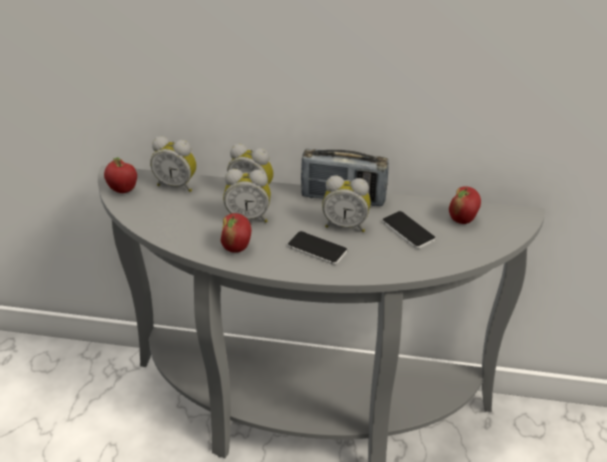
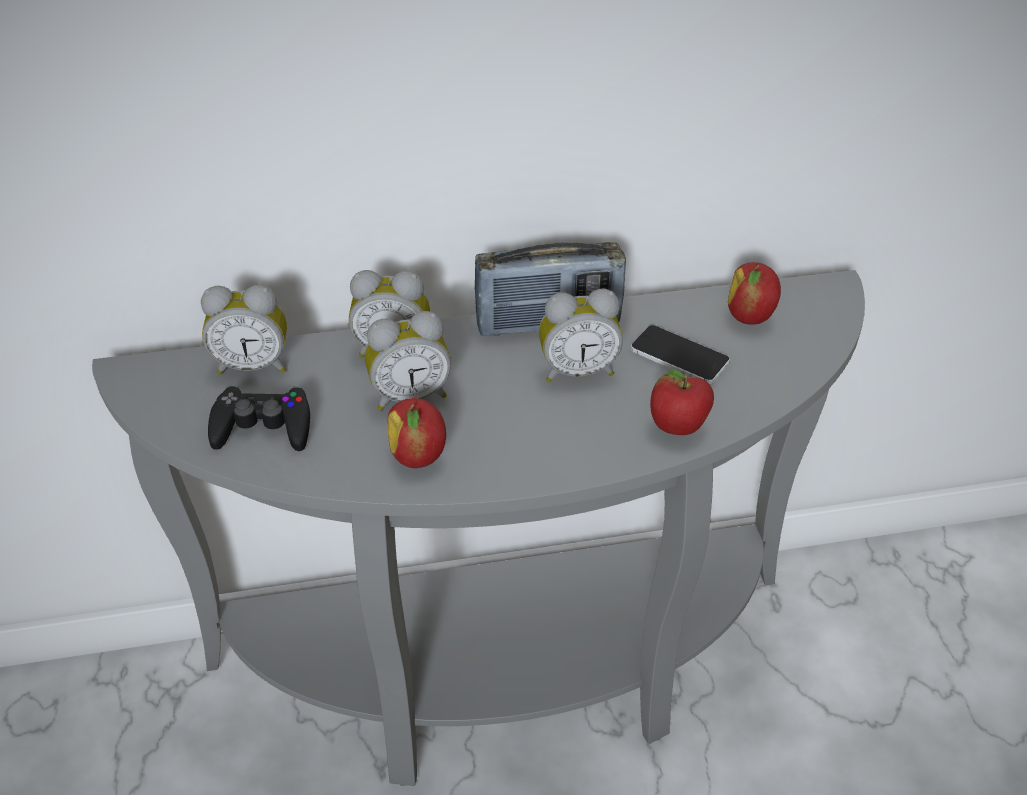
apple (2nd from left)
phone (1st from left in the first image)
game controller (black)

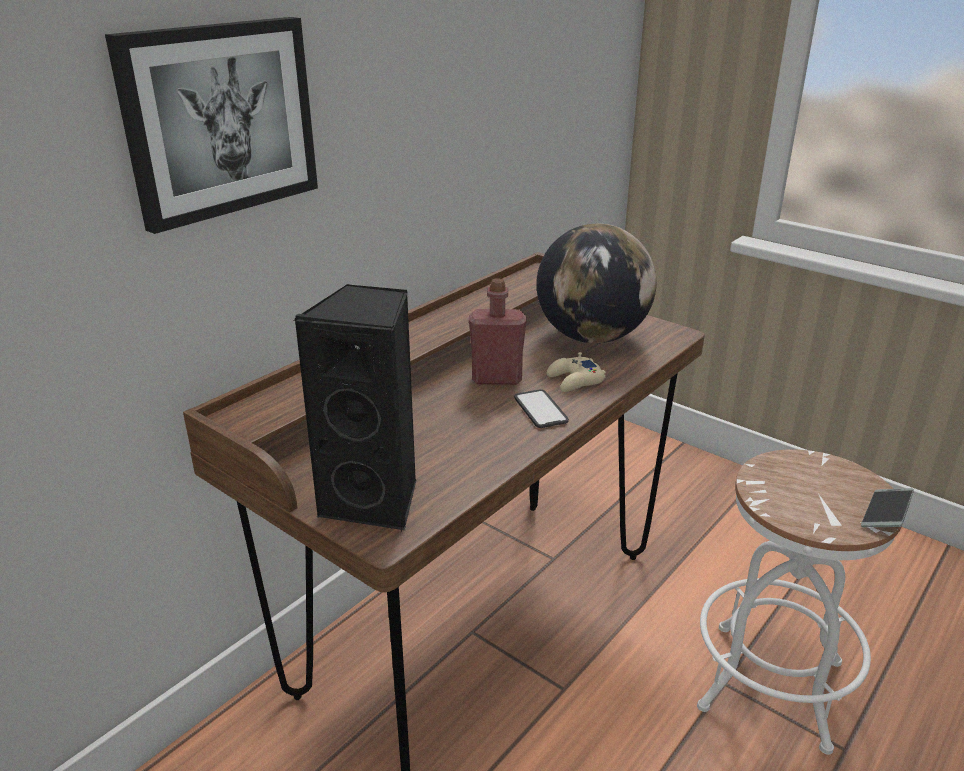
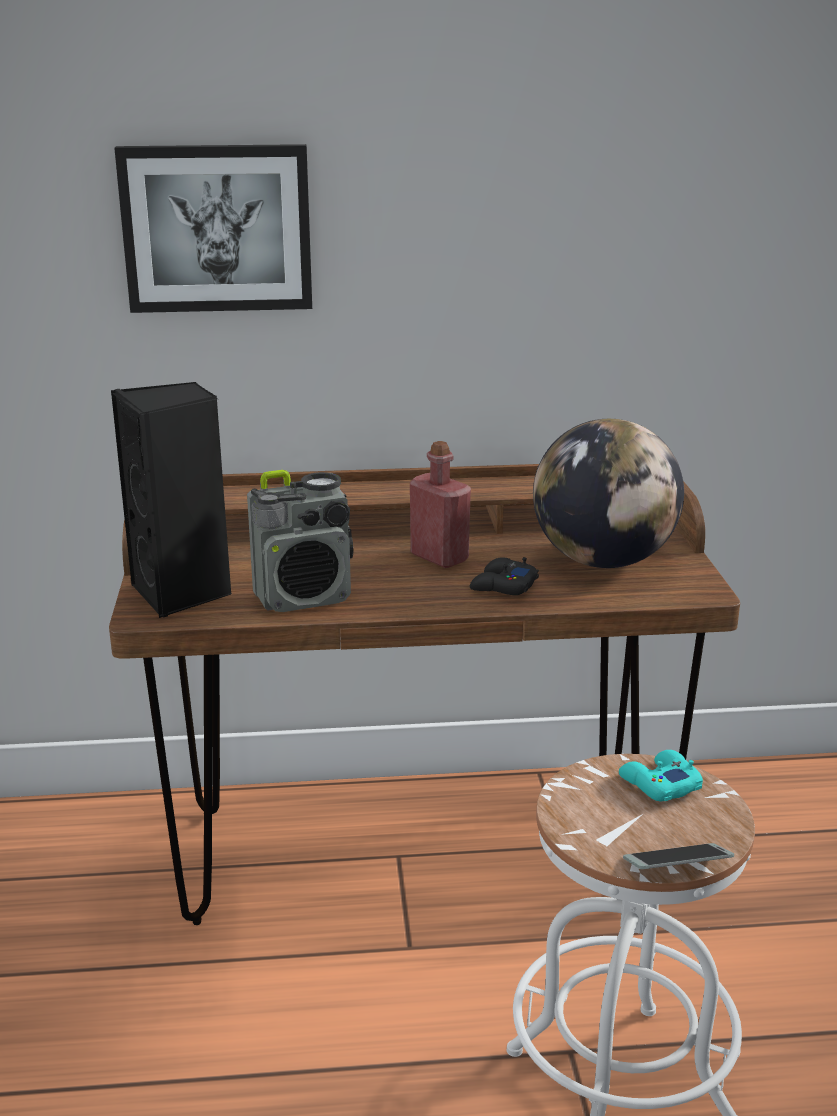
phone (1st from left in the first image)
game controller (black)
radio
game controller (turquoise)

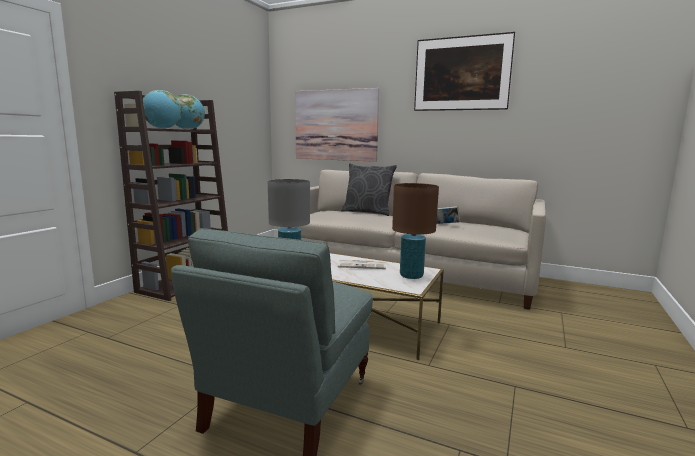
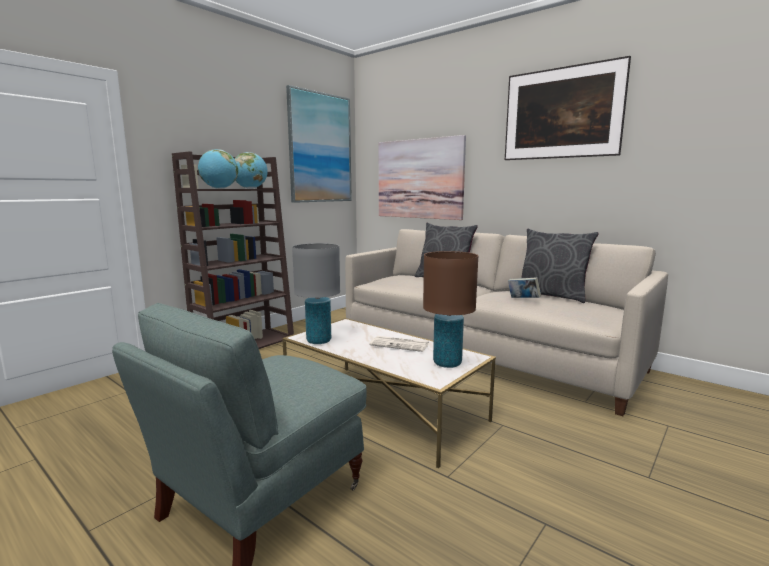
picture (1st from left)
pillow (grey) (2nd from left)

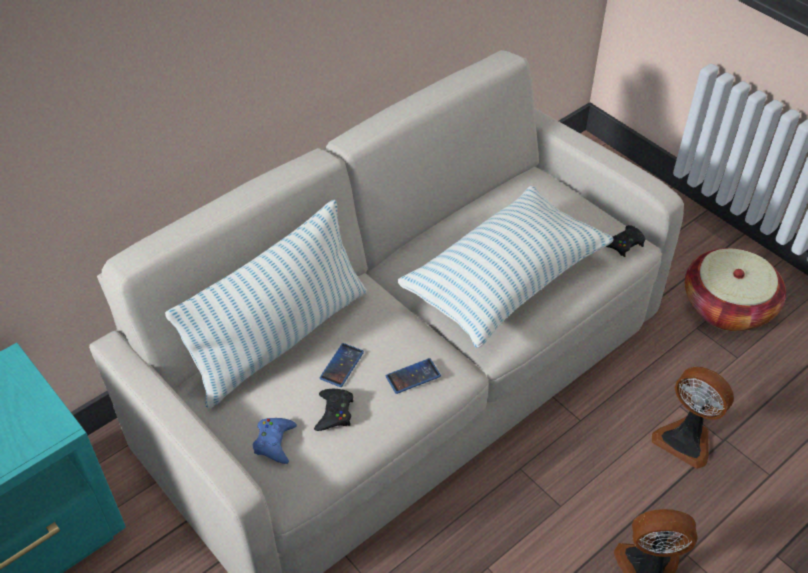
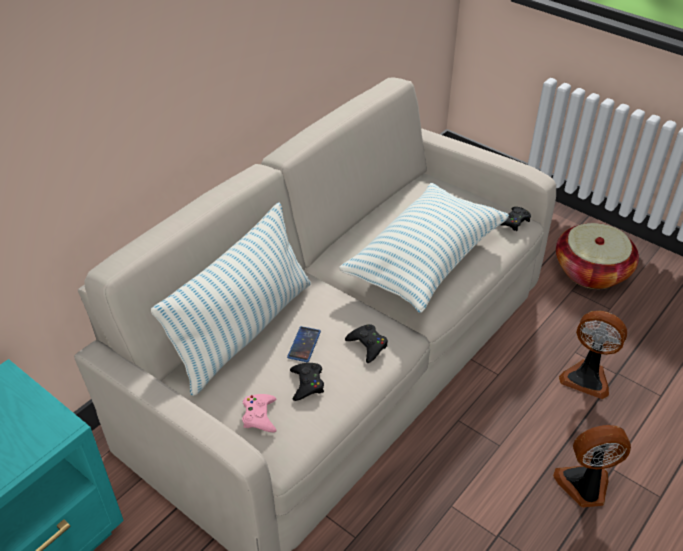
game controller (pink)
game controller (black) (2nd from left)

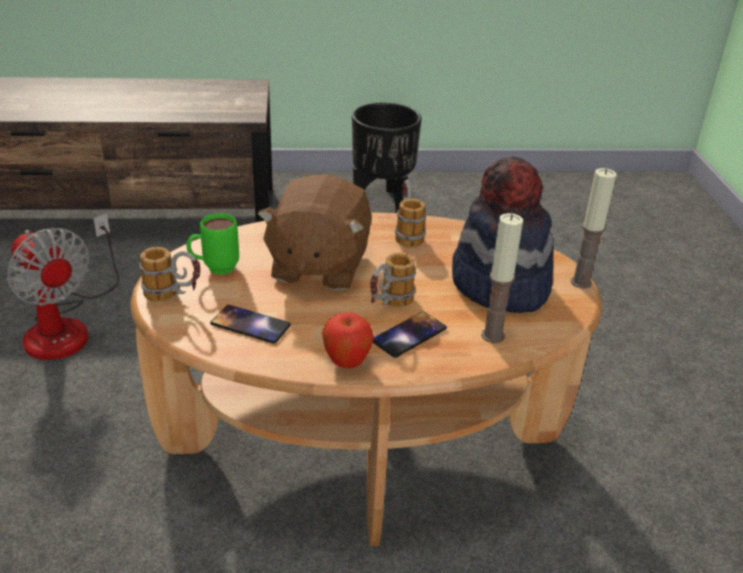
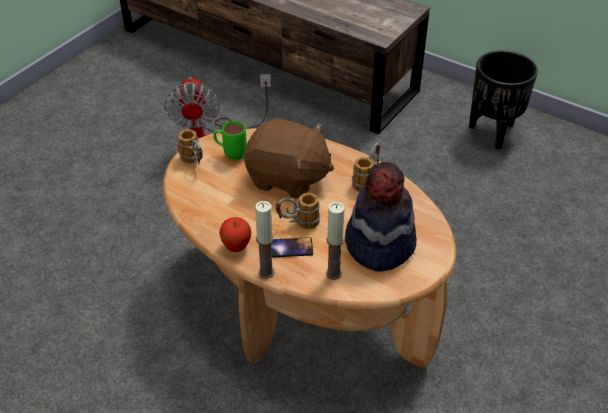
phone (1st from left in the first image)
plush toy (brown)
candle (1st from left)

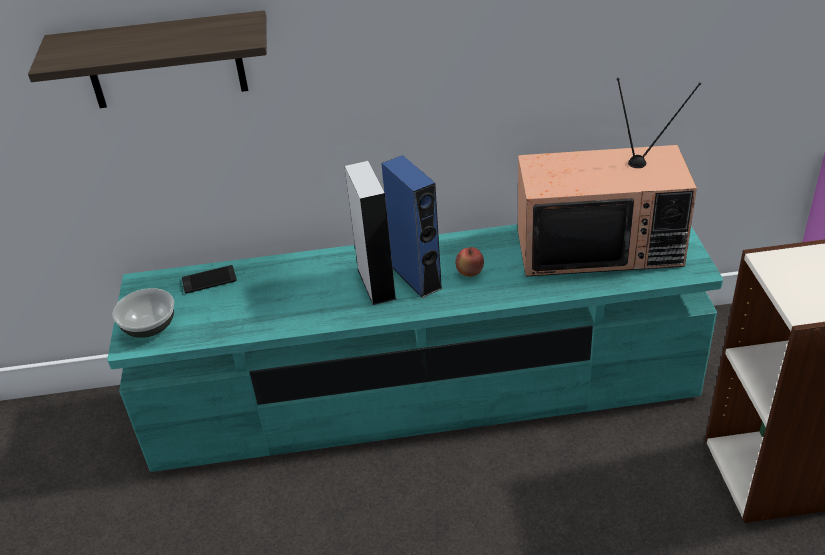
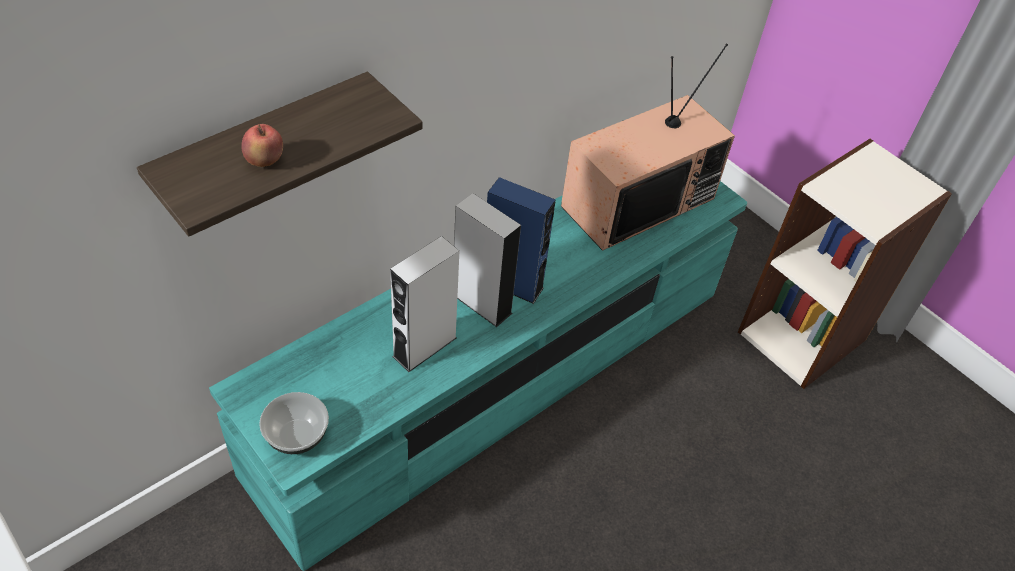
phone
apple
speaker (grey) (1st from left)

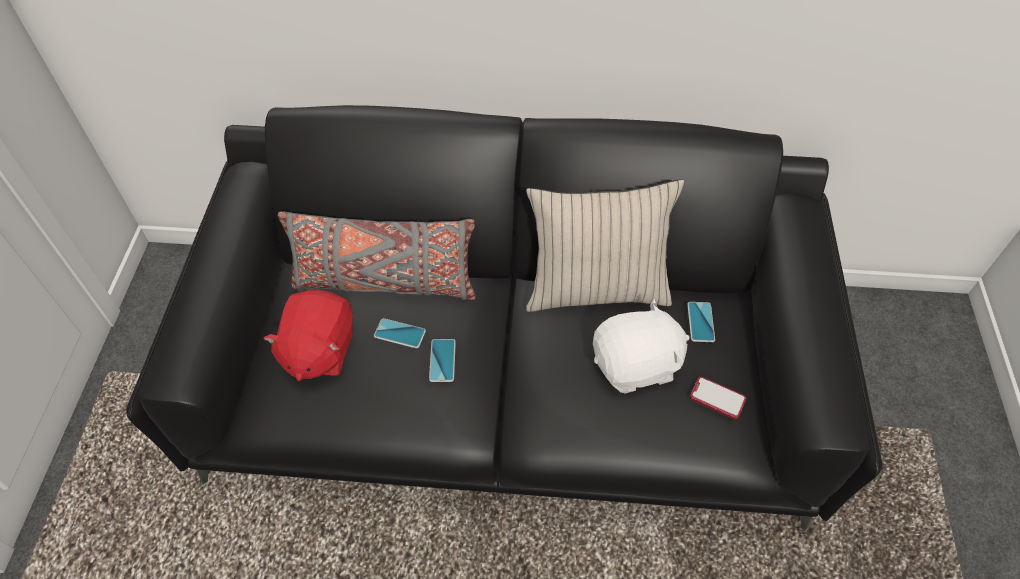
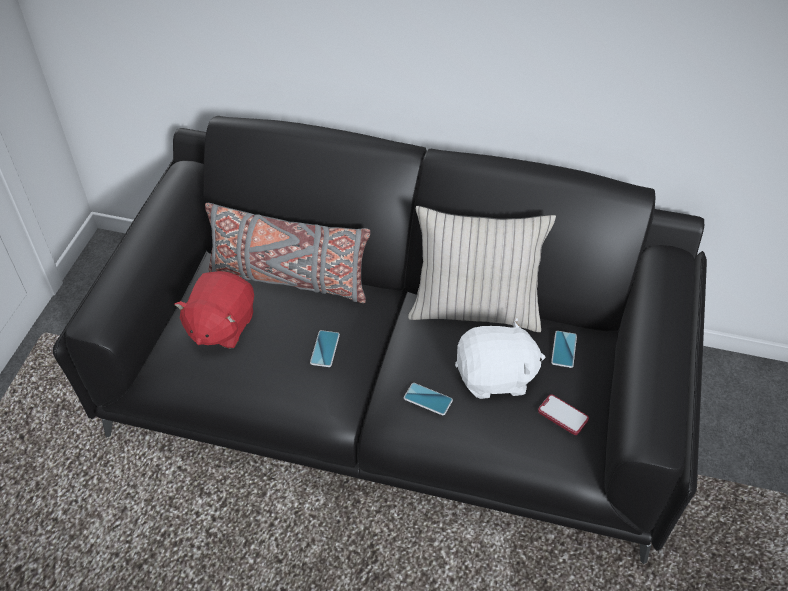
phone (2nd from left)

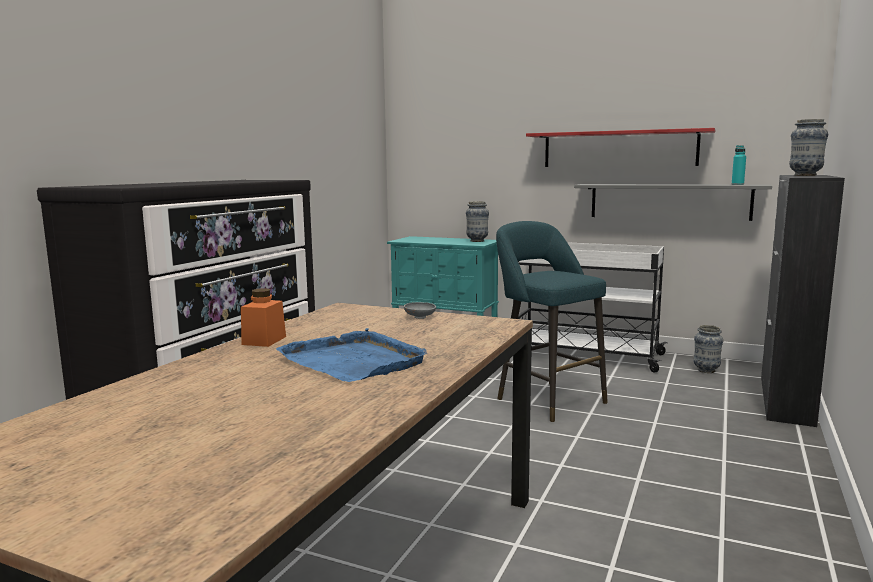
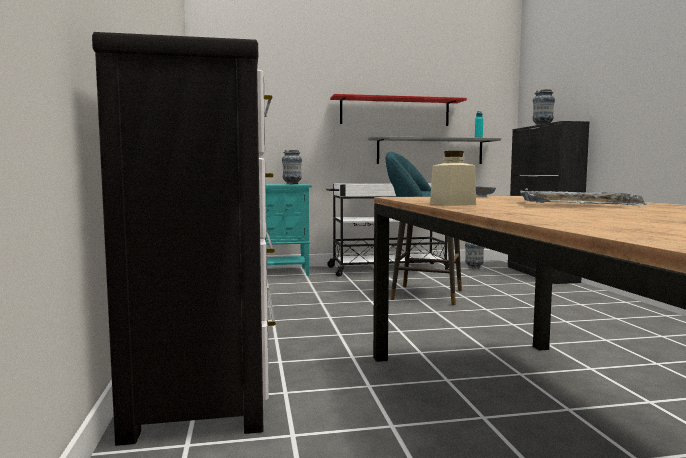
jar (beige)
tray (grey)

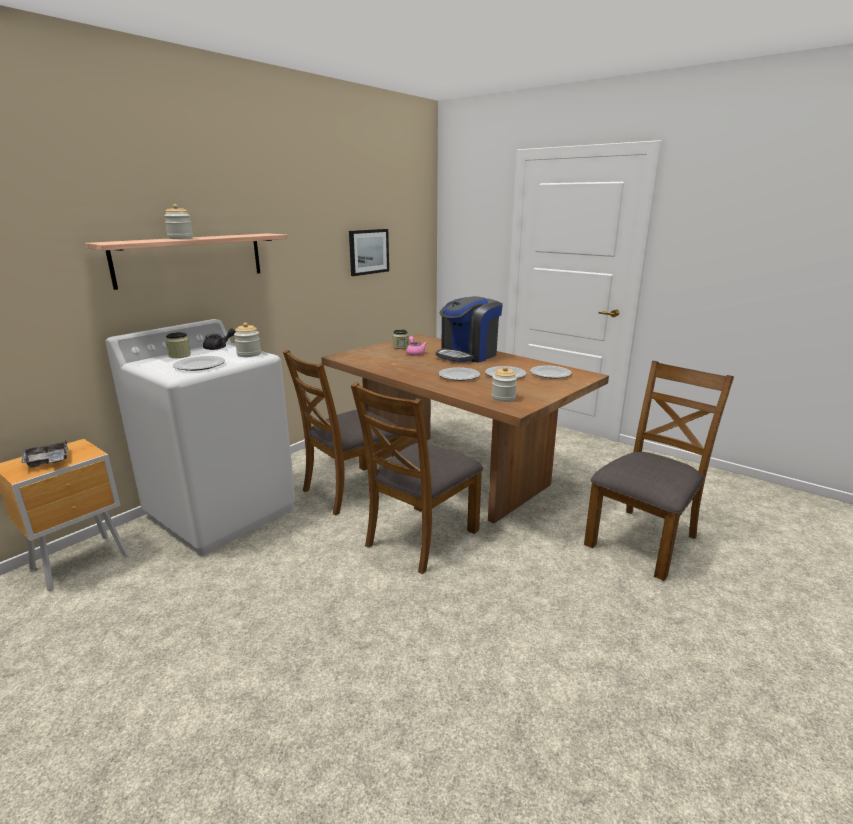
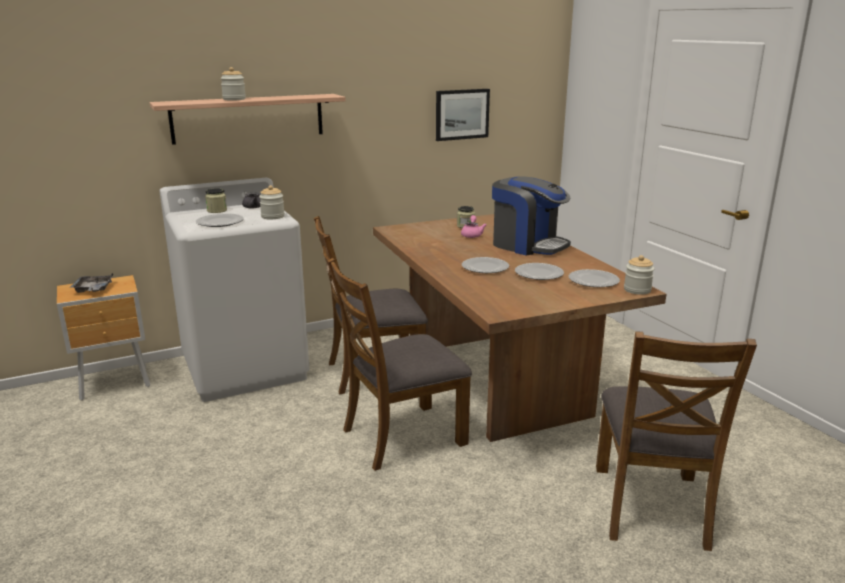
coffee machine
jar (5th from left)
chair (brown) (3rd from left)

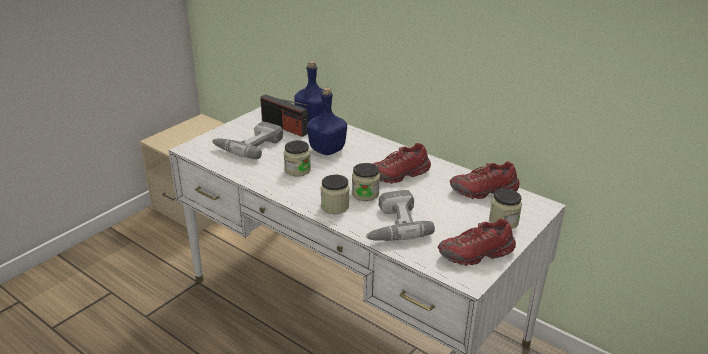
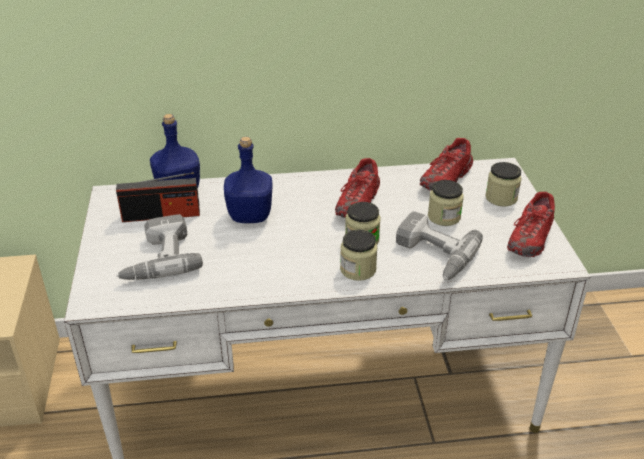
jar (3rd from left)

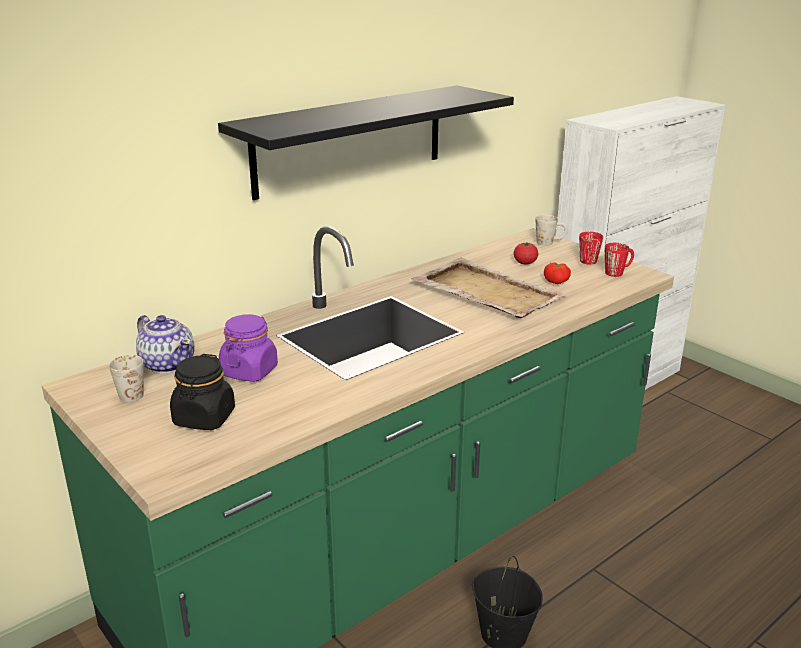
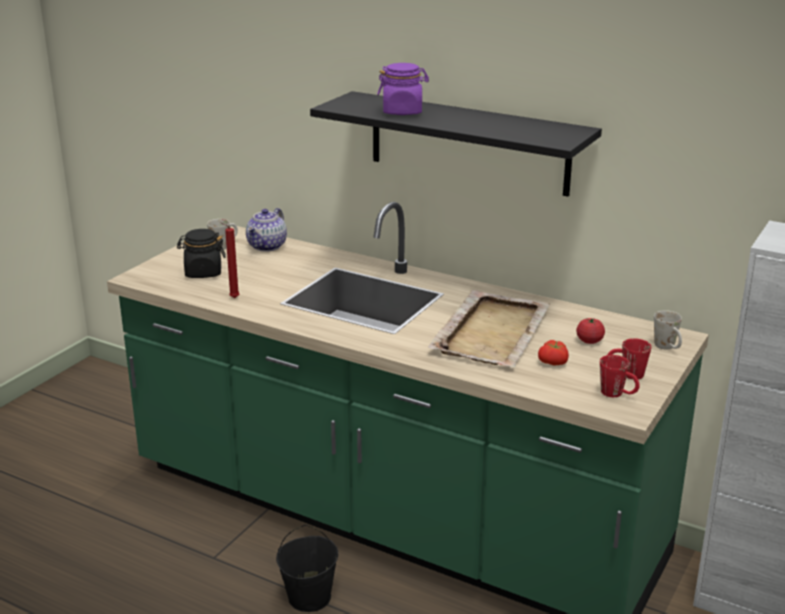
jar (purple)
candle (red)

